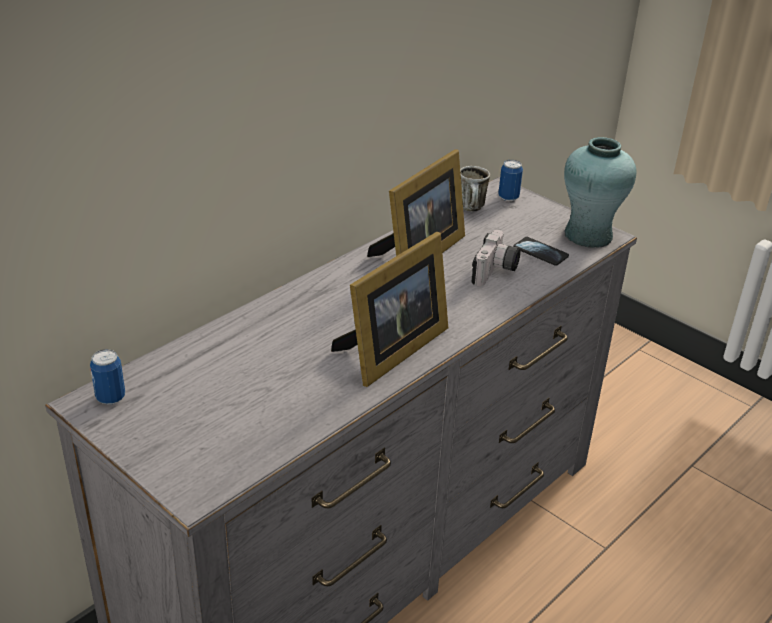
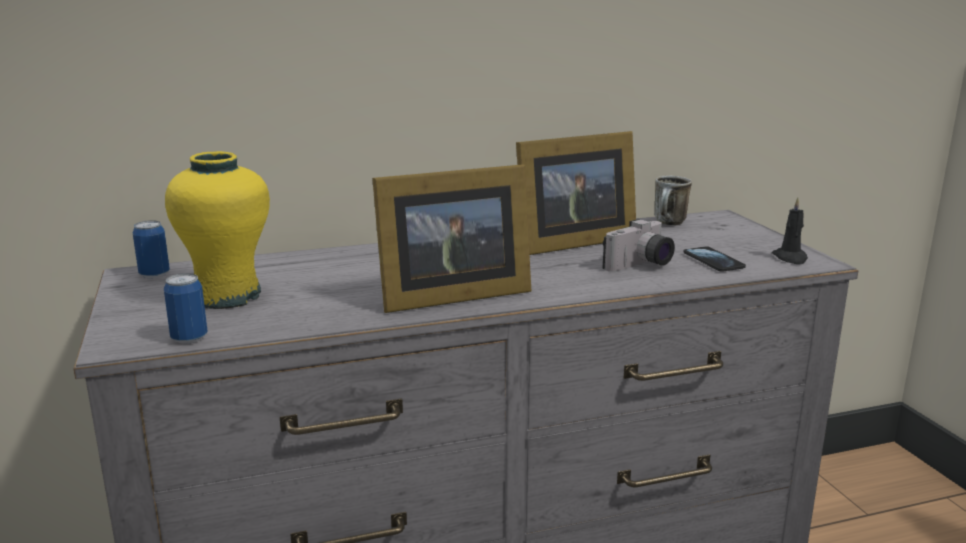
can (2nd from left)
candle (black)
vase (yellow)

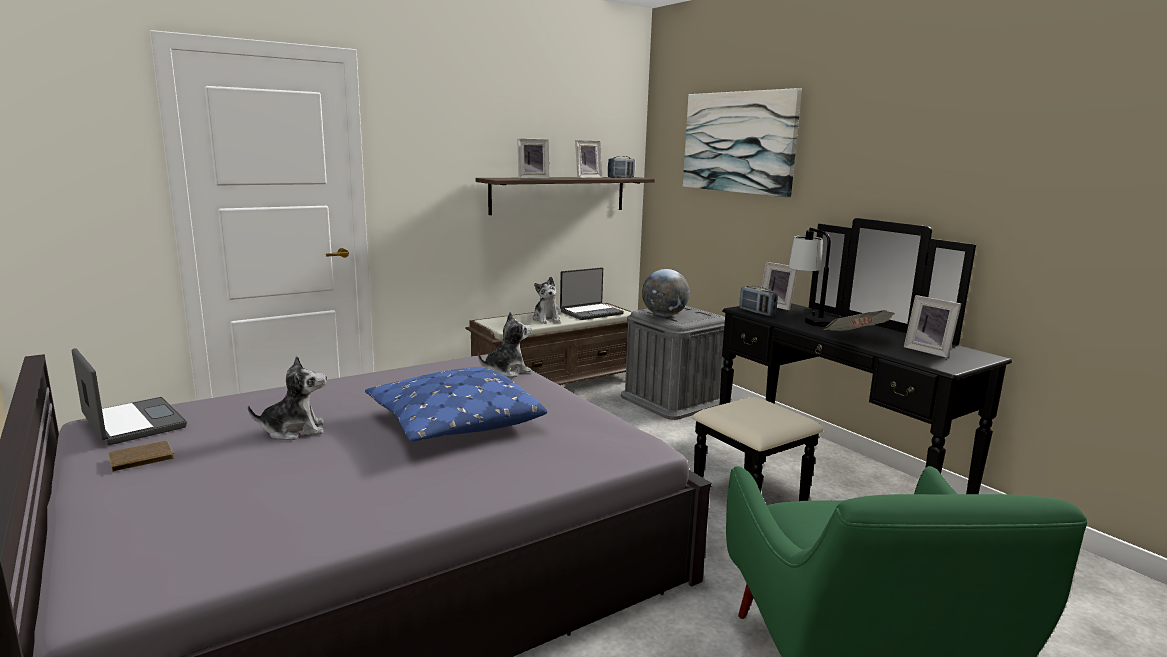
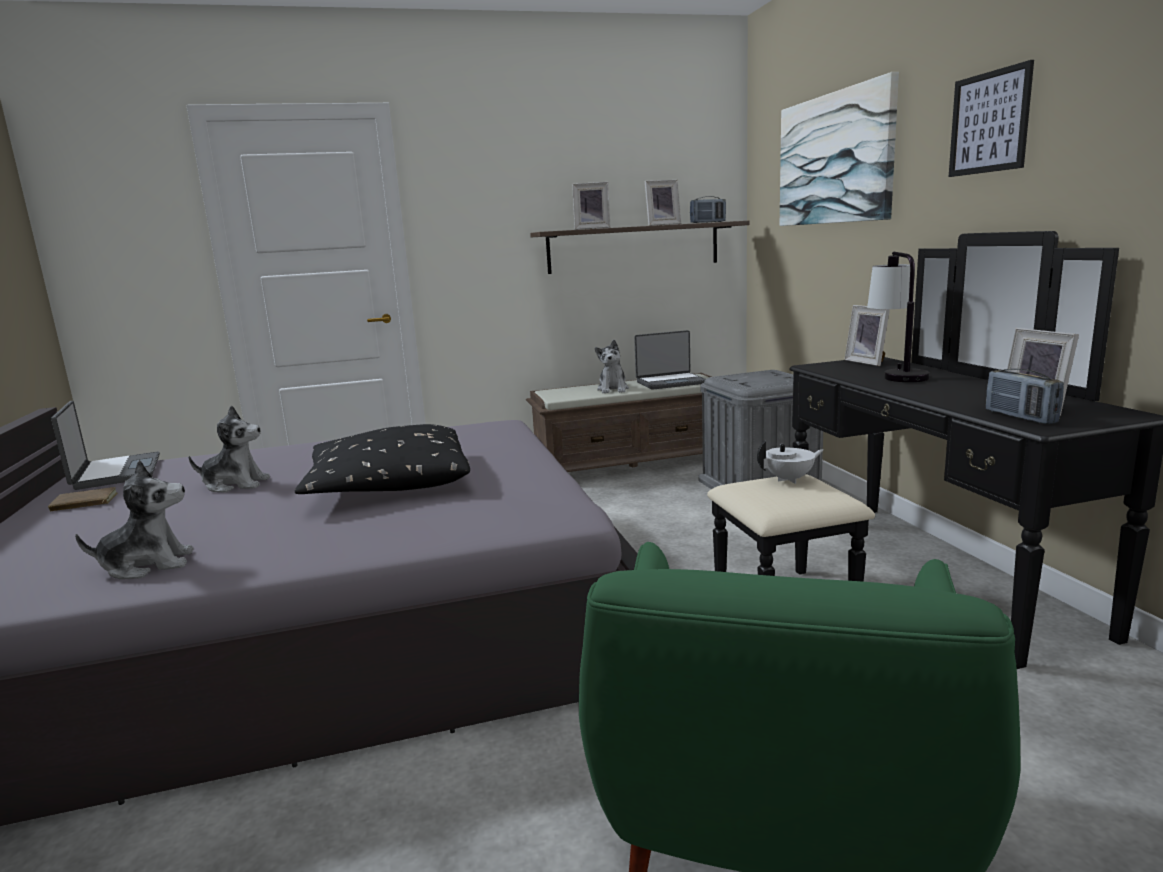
pillow (black)
plush toy (1st from left)
globe
radio (2nd from left)
newspaper
teapot (white)
picture (2nd from left)

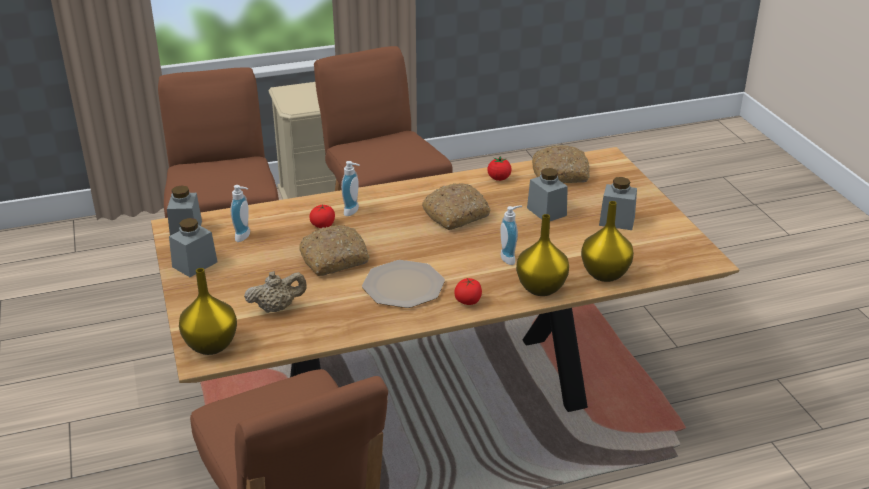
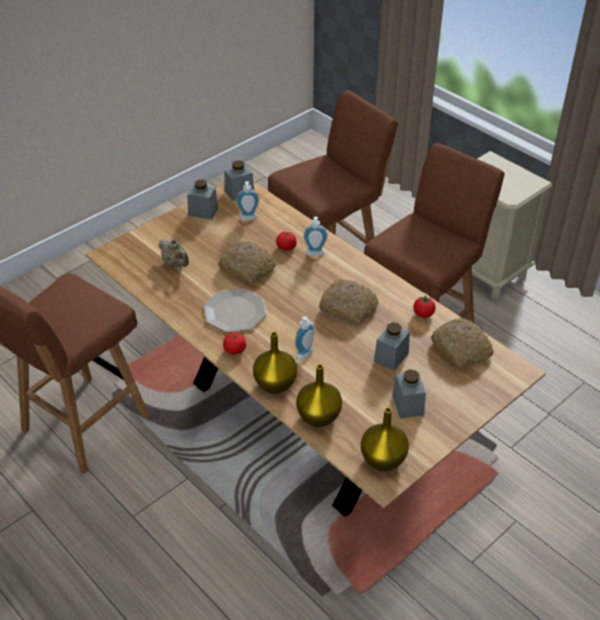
vase (yellow) (3rd from left)

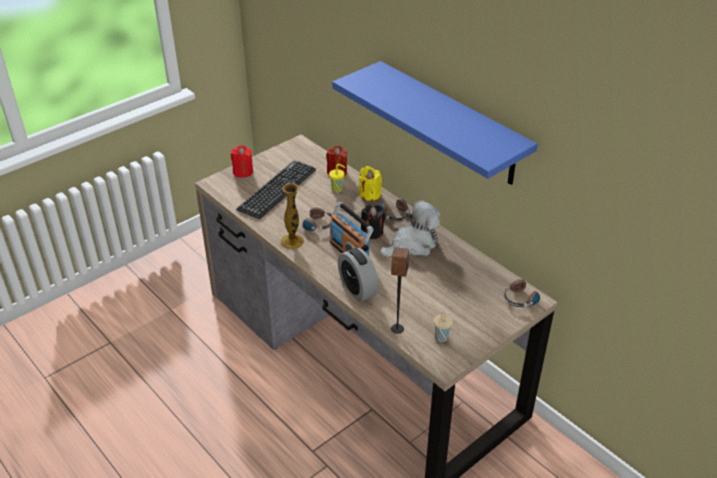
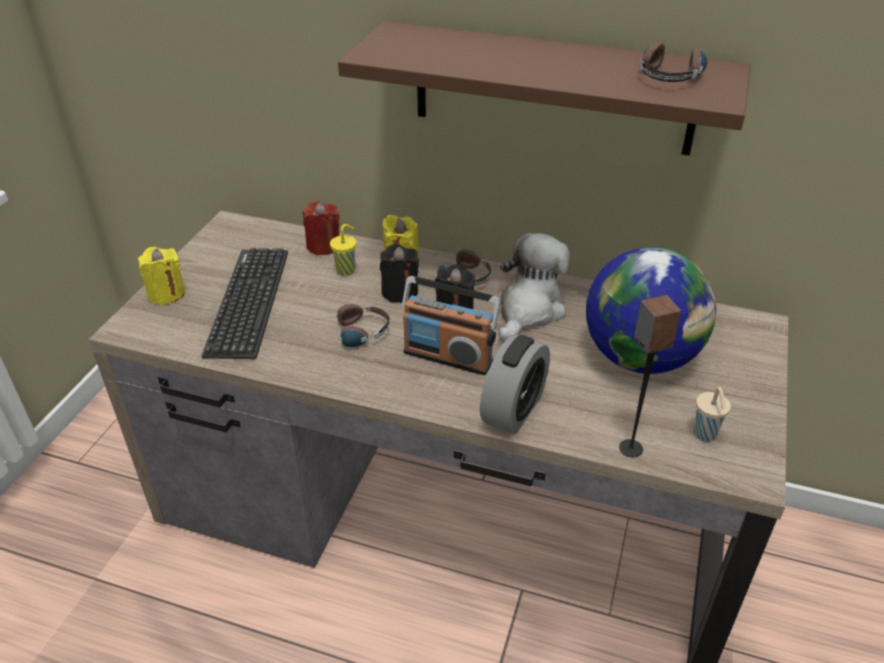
candle (yellow) (1st from left)
vase
shelf (brown)
alarm clock
headphones (3rd from left)
candle (black) (1st from left)
globe

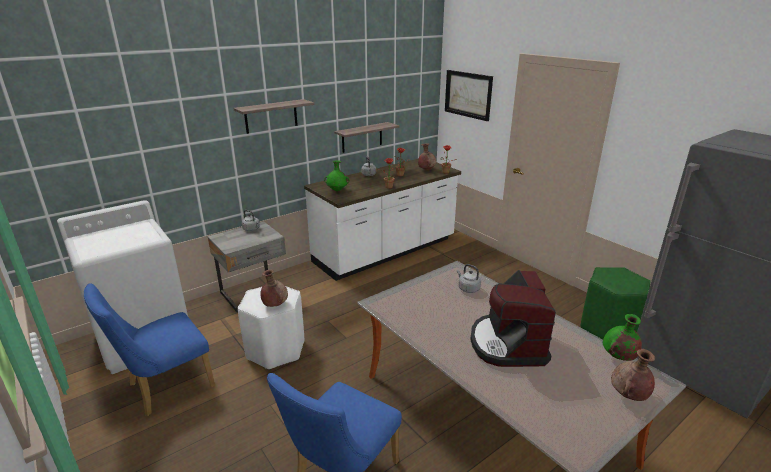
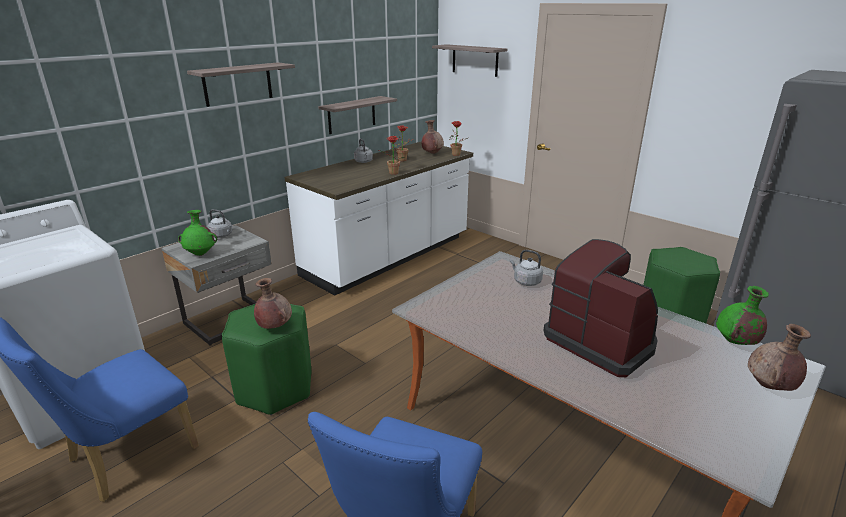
stool (green) (1st from left)
vase (green) (1st from left)
shelf (3rd from left)
coffee machine

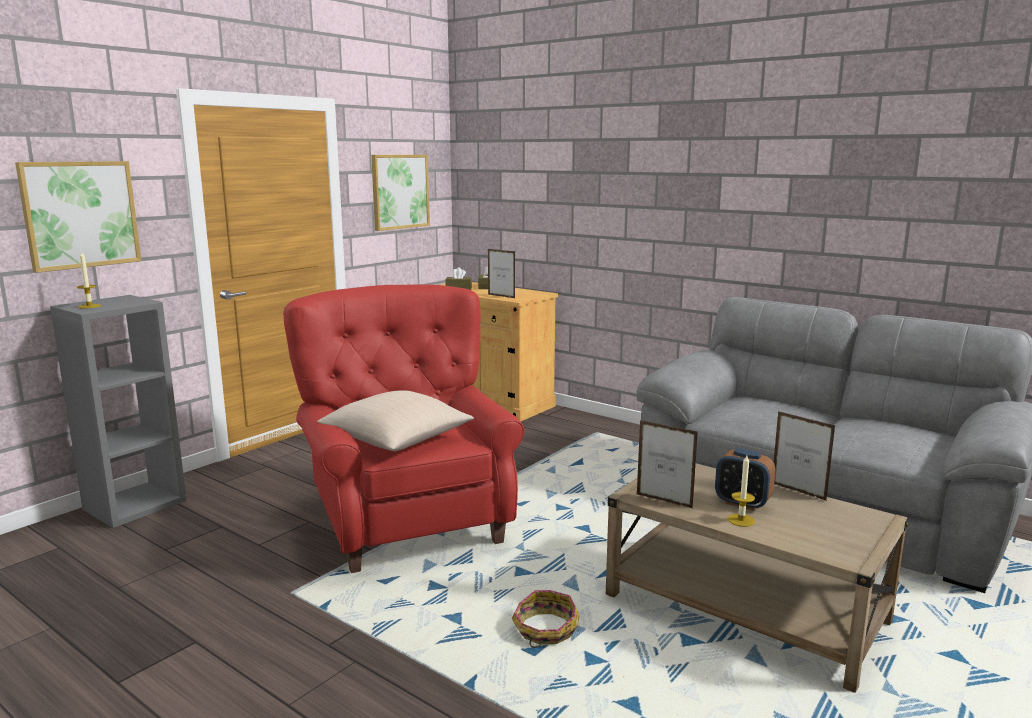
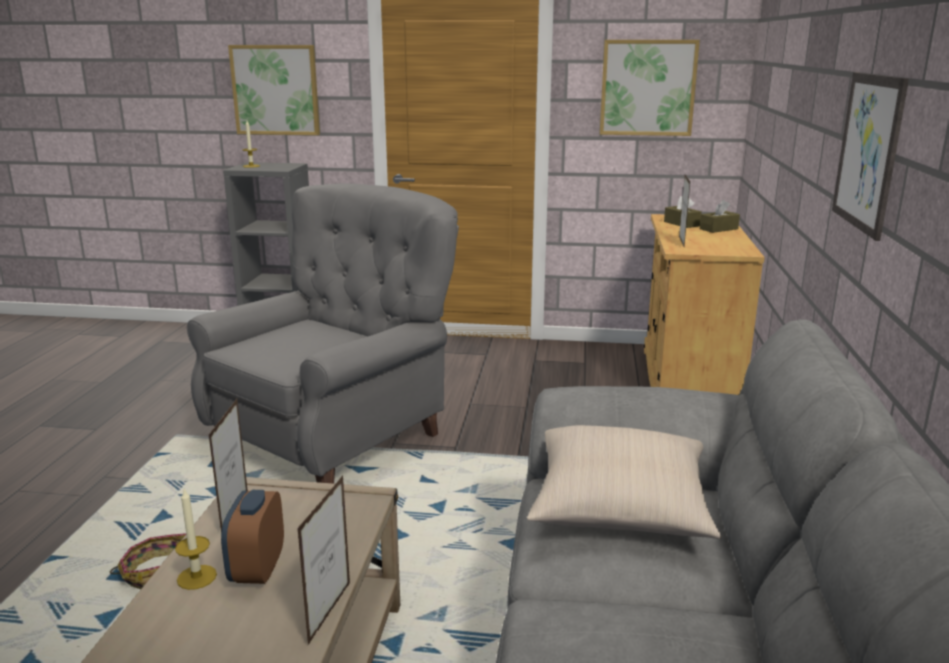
armchair (grey)
pillow (beige)
picture (3rd from left)

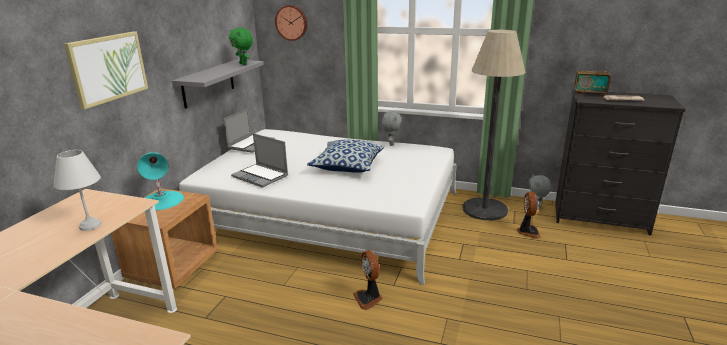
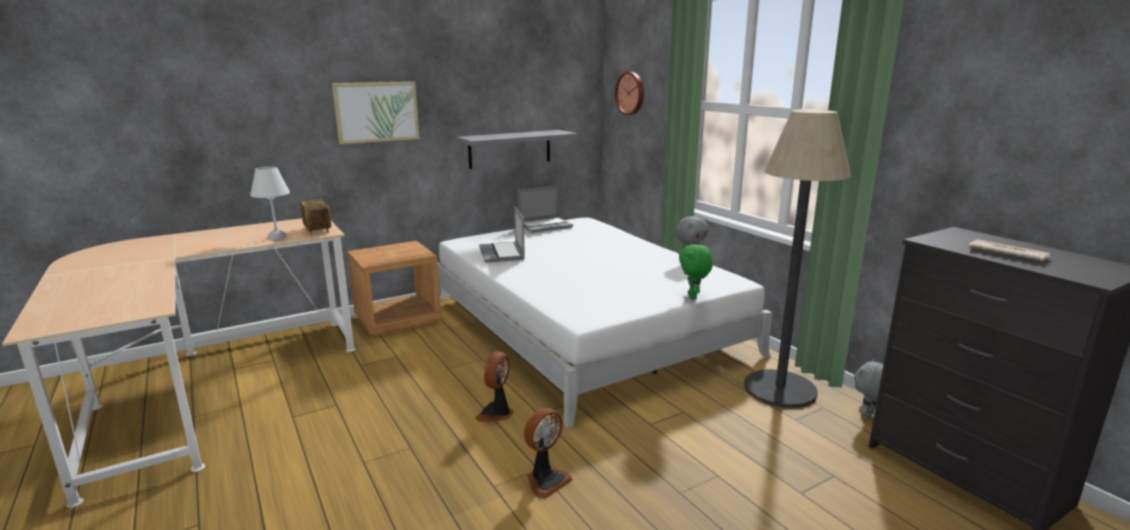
table lamp (turquoise)
plush toy (green)
pillow
fan (2nd from left)
radio

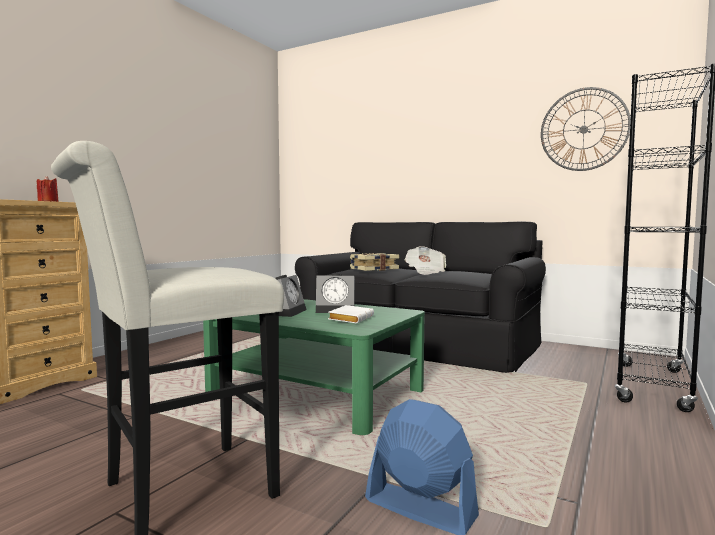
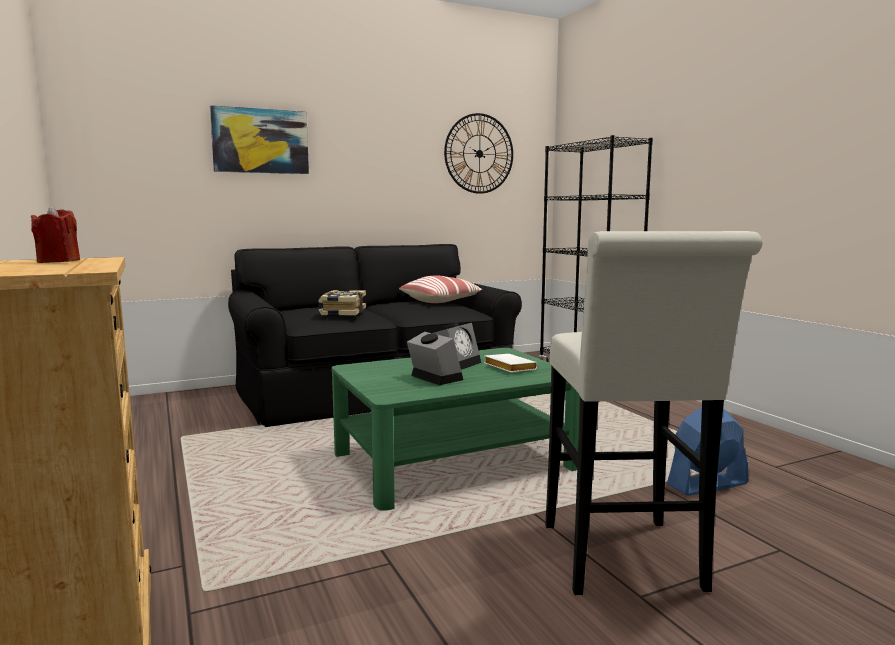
newspaper
picture
pillow

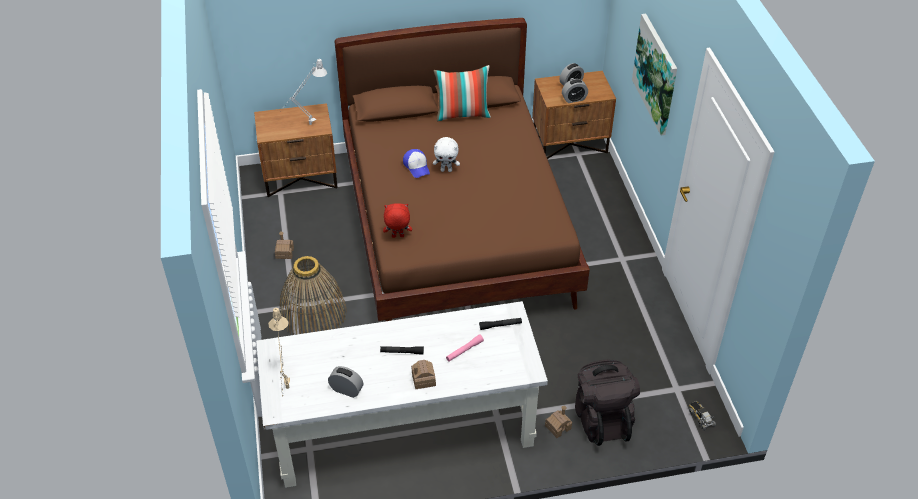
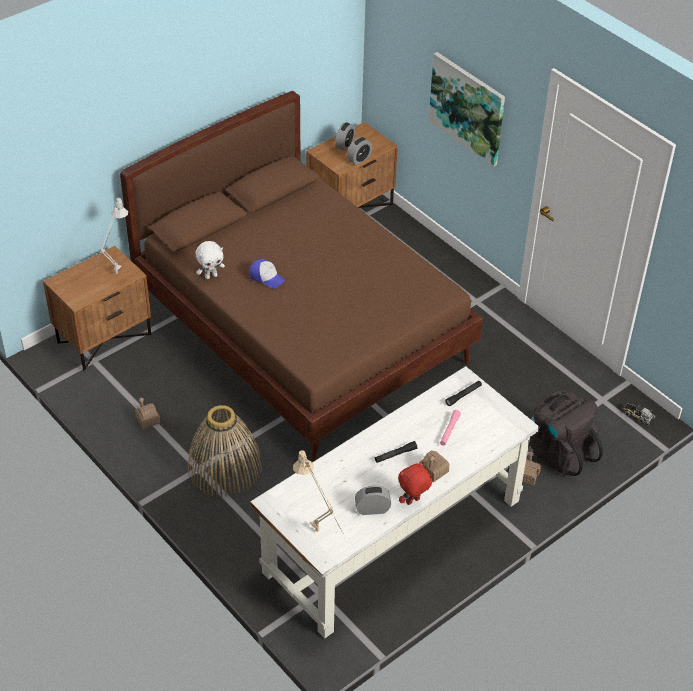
plush toy (red)
plush toy (white)
pillow

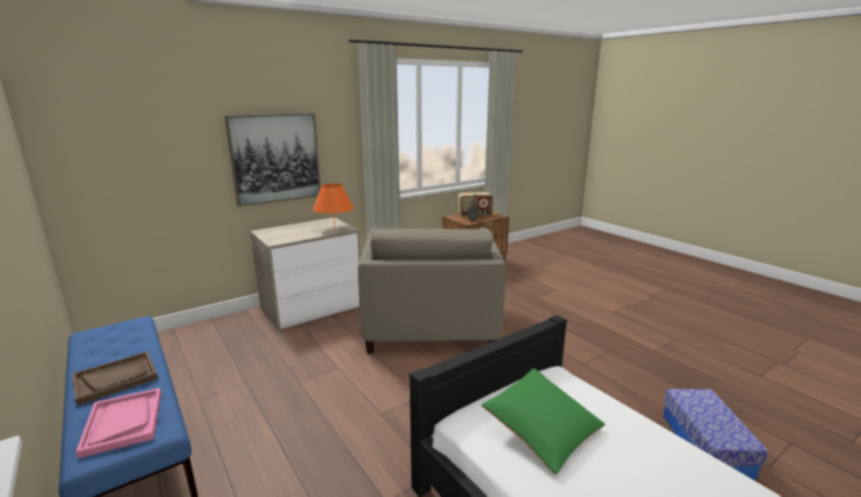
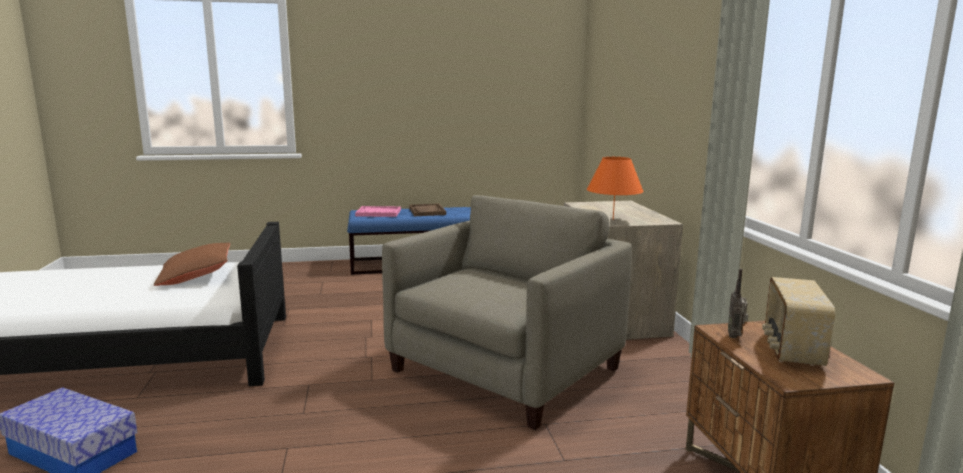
picture
armchair (beige)
pillow (brown)

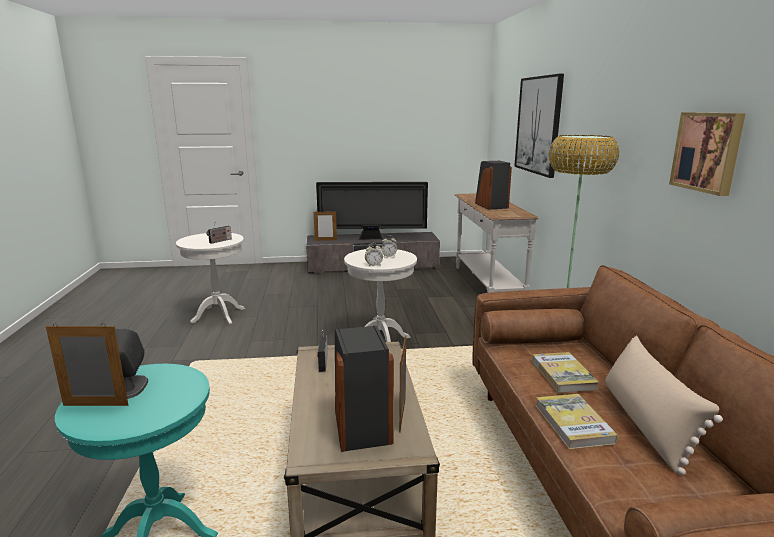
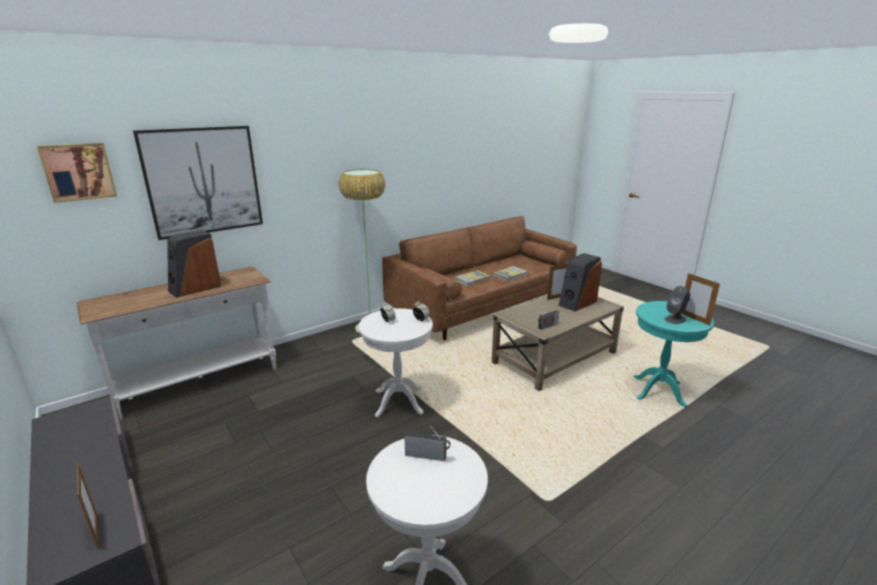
television
pillow (beige)
picture (1st from left)

